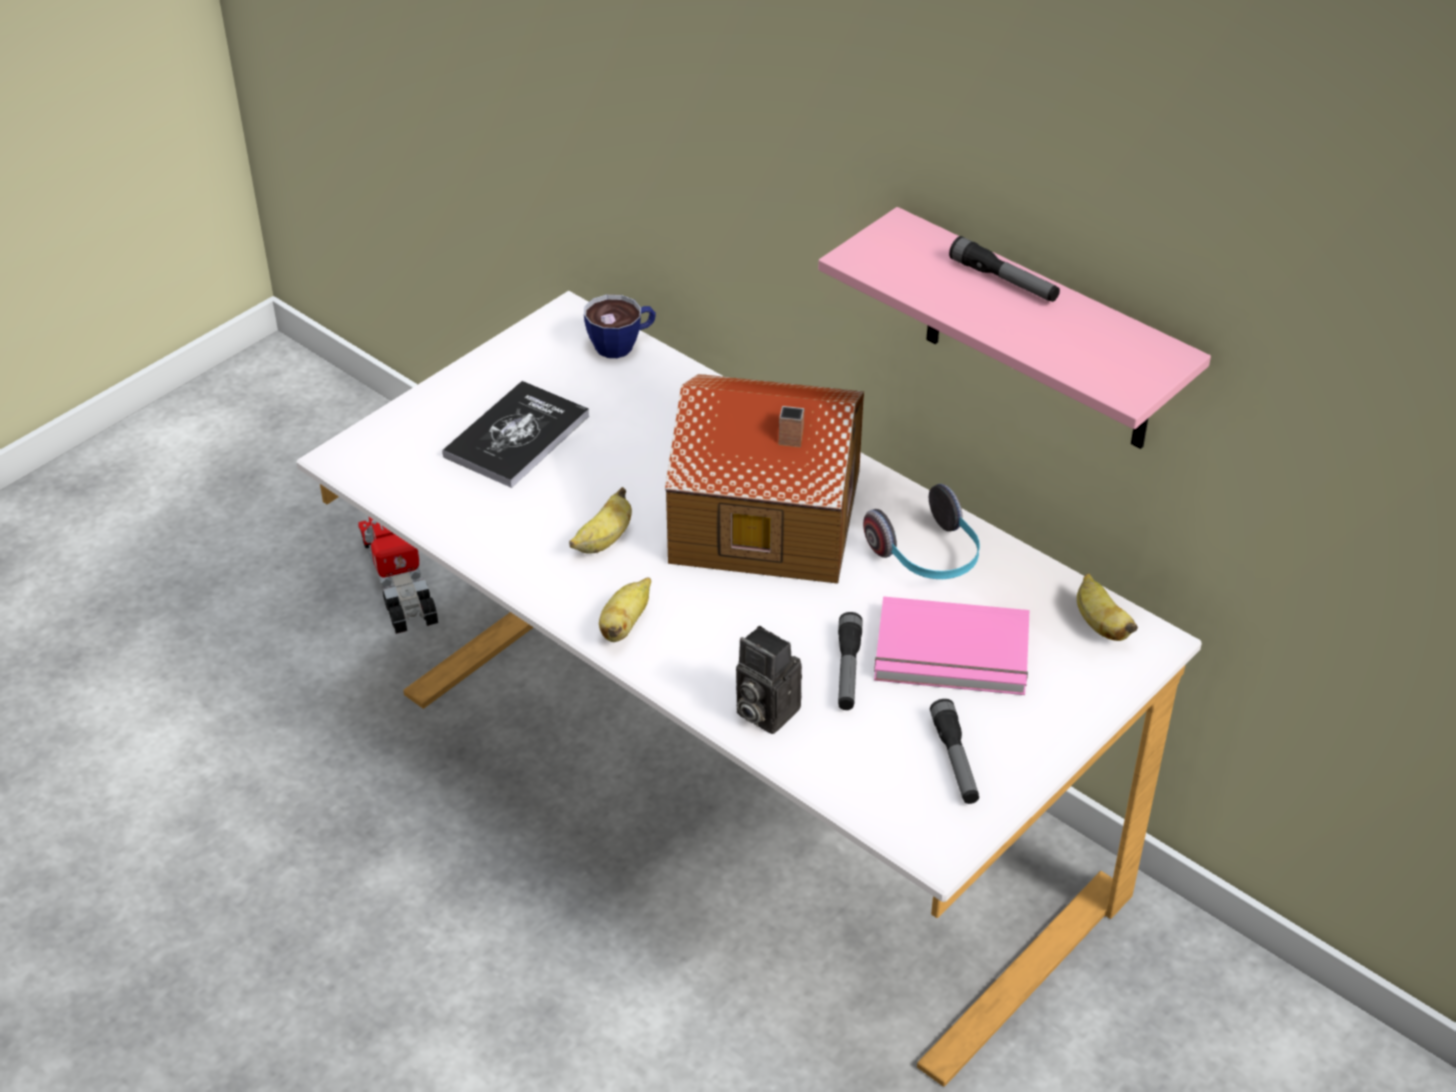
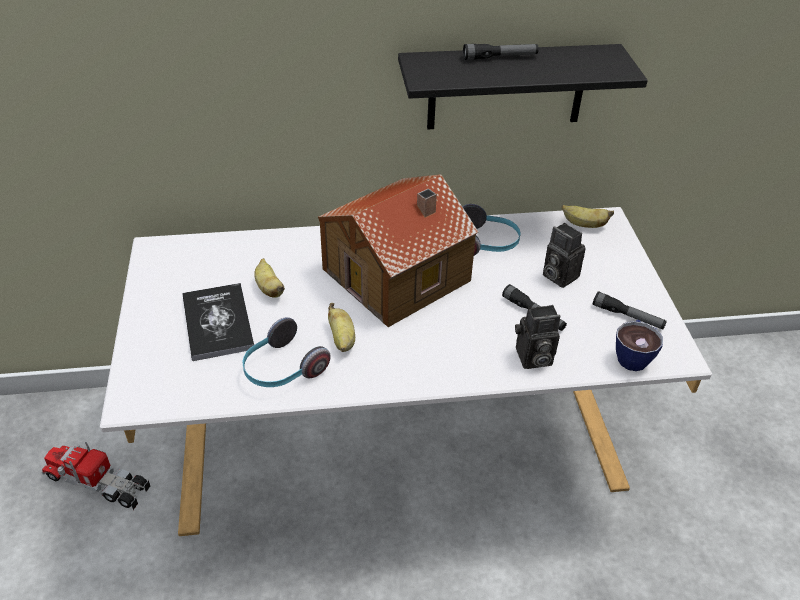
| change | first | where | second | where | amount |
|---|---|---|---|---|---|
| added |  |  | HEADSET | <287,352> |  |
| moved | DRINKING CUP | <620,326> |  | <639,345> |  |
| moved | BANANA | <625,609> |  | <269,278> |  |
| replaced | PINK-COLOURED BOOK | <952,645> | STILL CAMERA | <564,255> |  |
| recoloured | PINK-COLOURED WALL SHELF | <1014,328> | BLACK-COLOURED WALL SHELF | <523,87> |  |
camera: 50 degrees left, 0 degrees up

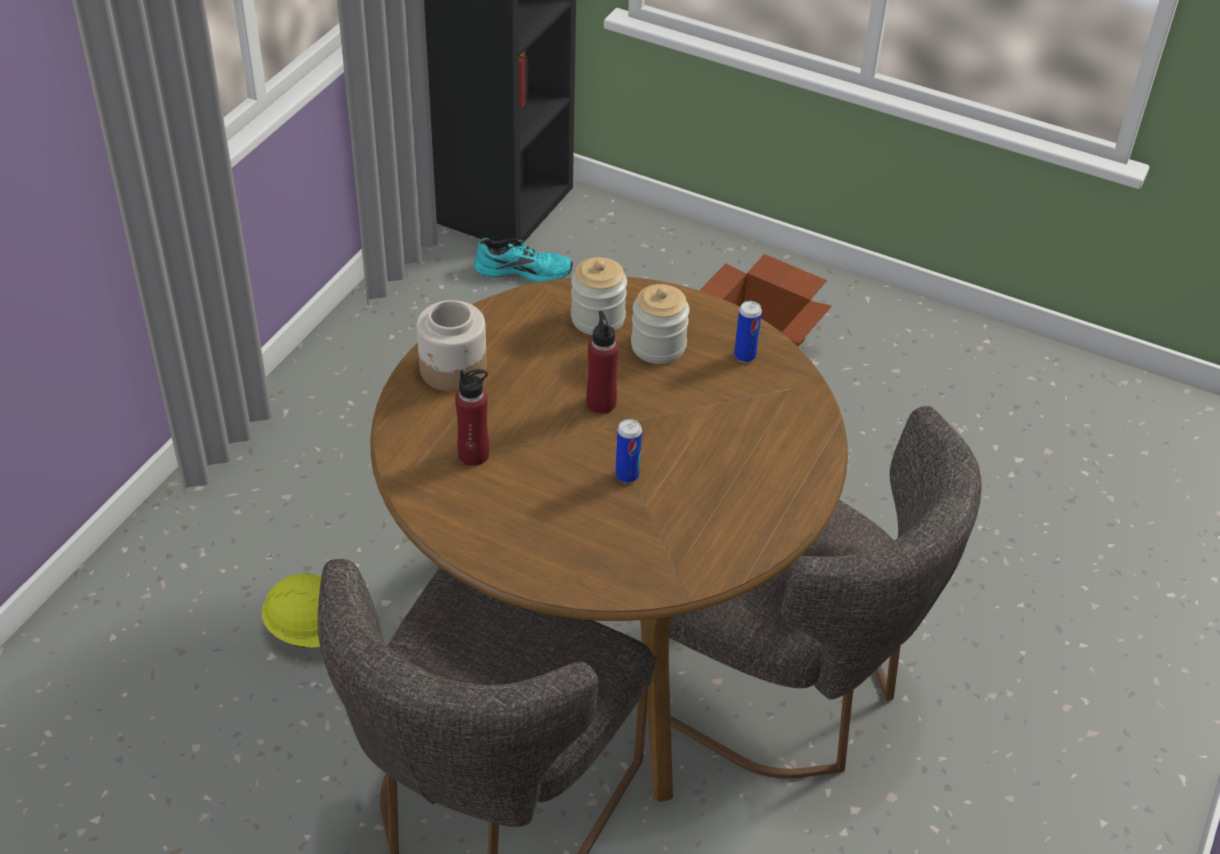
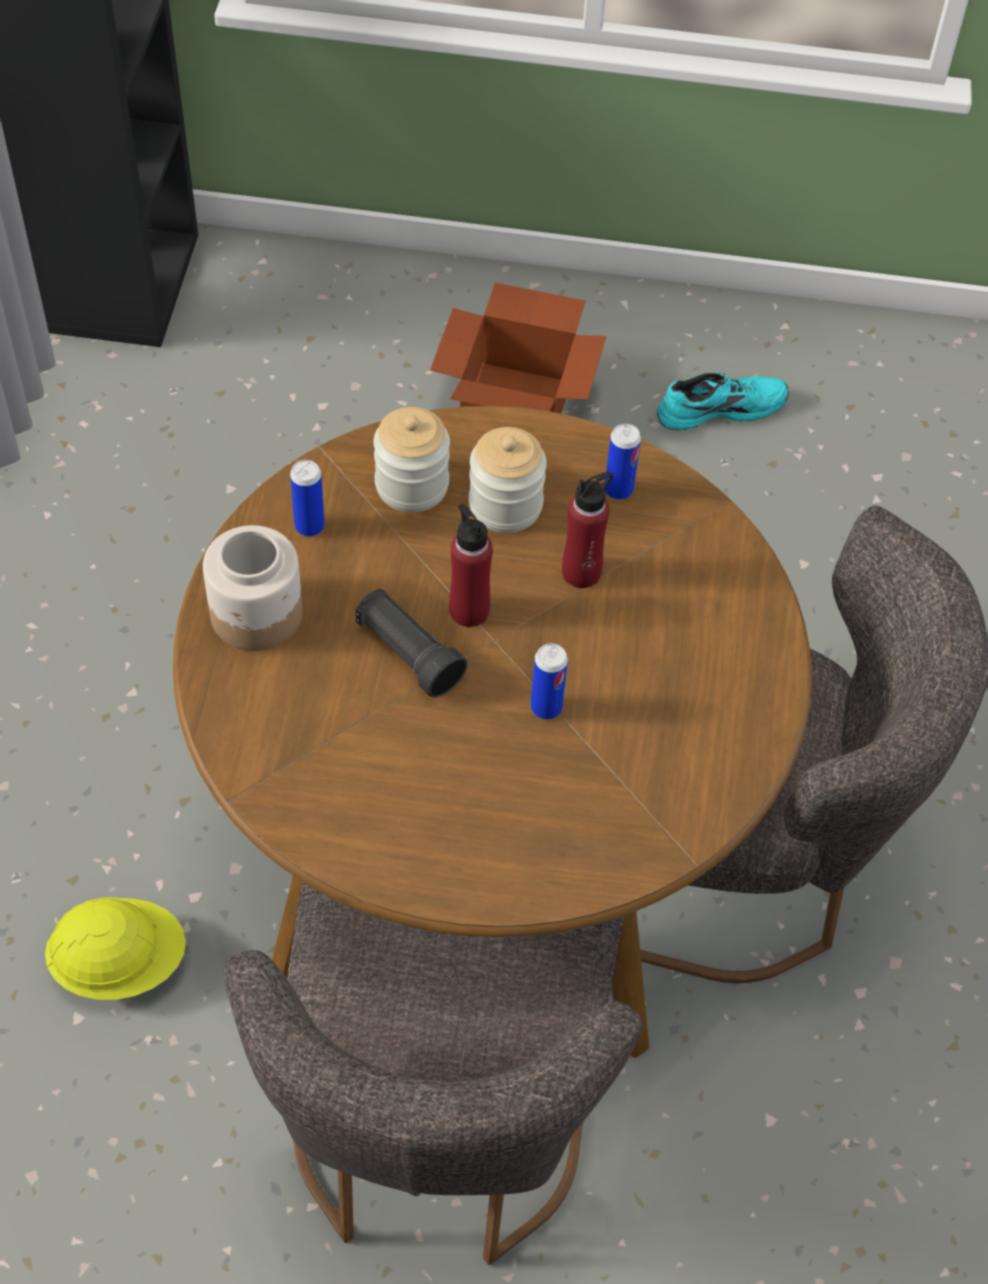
| change | first | where | second | where | amount |
|---|---|---|---|---|---|
| added |  |  | CAN | <307,498> |  |
| added |  |  | BLACK-COLOURED TORCH | <411,643> |  |
| moved | REDDISH BEVERAGE BOTTLE | <472,417> |  | <587,530> |  |
| moved | BLUE-GREEN SHOE | <523,260> |  | <723,401> |  |
camera: 20 degrees left, 10 degrees up

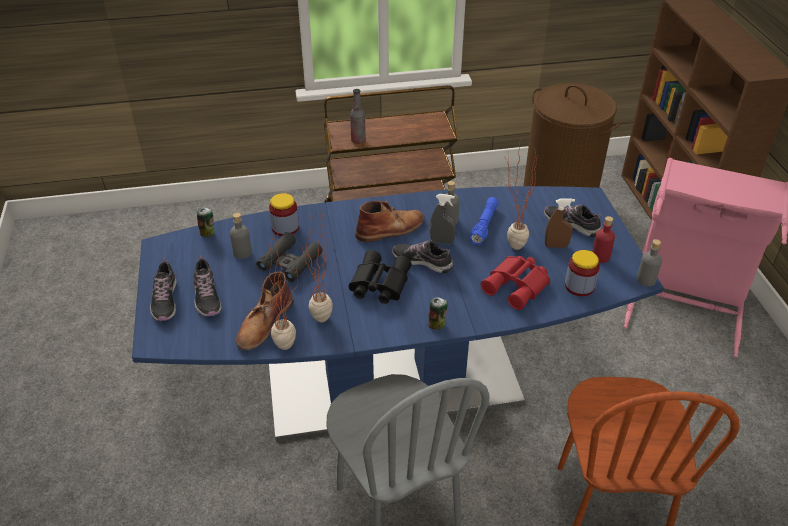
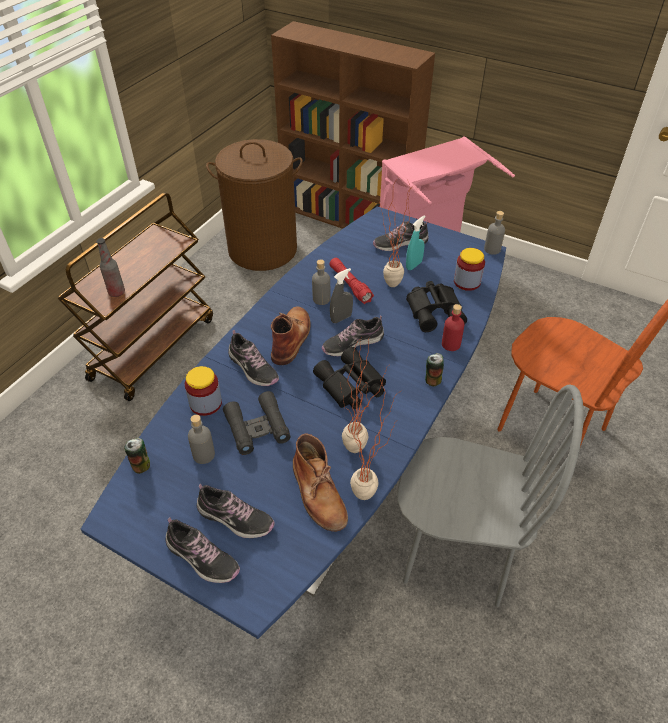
| change | first | where | second | where | amount |
|---|---|---|---|---|---|
| added |  |  | SHOE | <253,358> |  |
| moved | REDDISH BEVERAGE BOTTLE | <603,239> |  | <453,327> |  |
| recoloured | BLUE-COLOURED TORCH | <484,221> | REDDISH TORCH | <352,281> |  |
| recoloured | REDDISH BINOCULARS | <515,283> | BLACK-COLOURED BINOCULARS | <436,306> |  |
| recoloured | BROWN-COLOURED SPRAY BOTTLE | <560,223> | BLUE-GREEN SPRAY BOTTLE | <416,242> |  |
camera: 50 degrees left, 5 degrees up

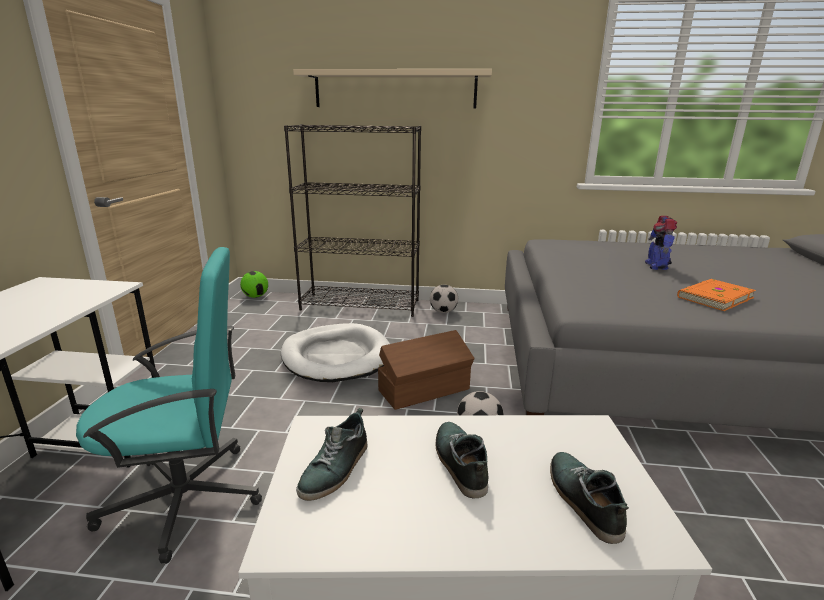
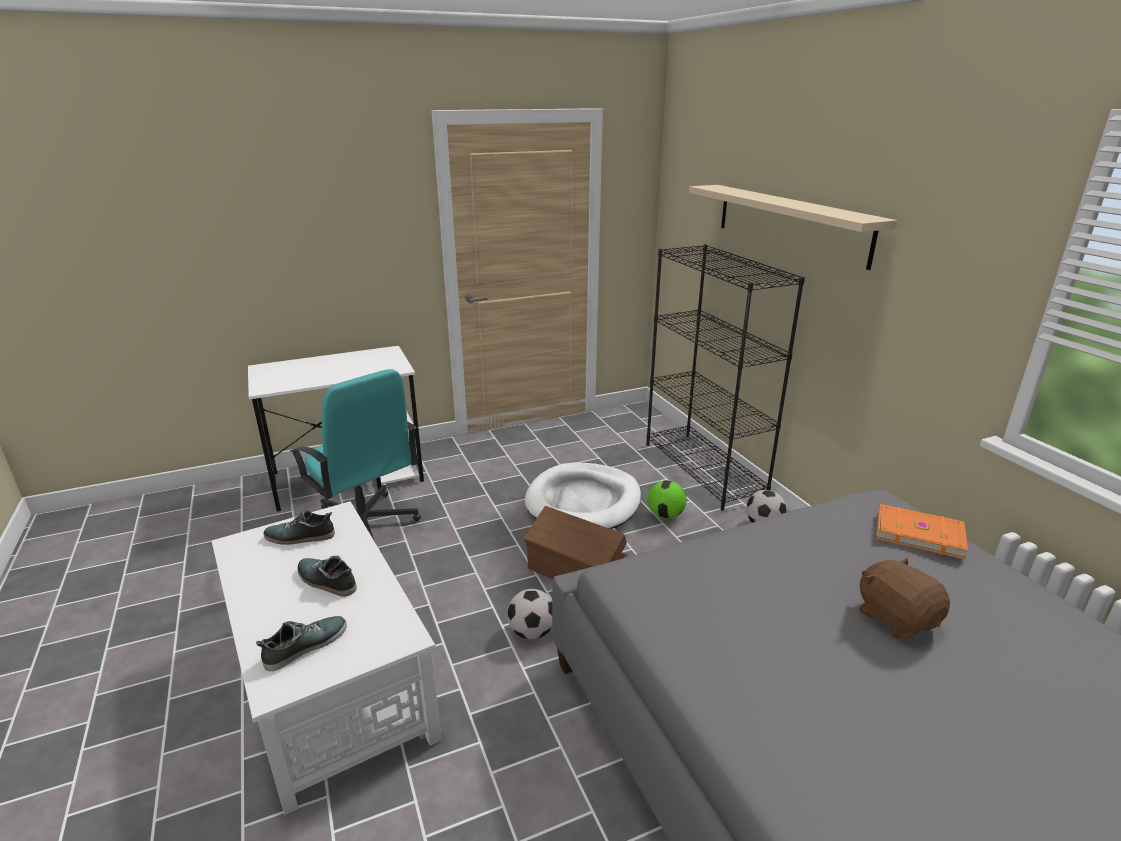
| change | first | where | second | where | amount |
|---|---|---|---|---|---|
| moved | FOOTBALL BALL | <254,284> |  | <667,499> |  |
| moved | ORANGE-COLOURED BOOK | <716,295> |  | <922,531> |  |
| replaced | MODEL ROBOT | <661,243> | BROWN-COLOURED PLUSH TOY | <904,598> |  |
| turned | SHOE | <462,460> |  | <327,576> | 105 degrees counterclockwise |
camera: 60 degrees right, 5 degrees up

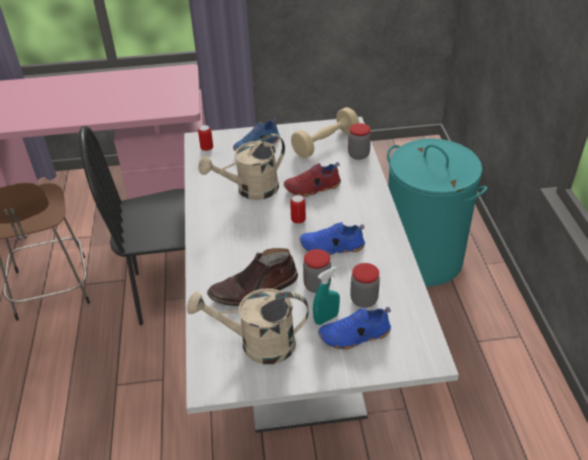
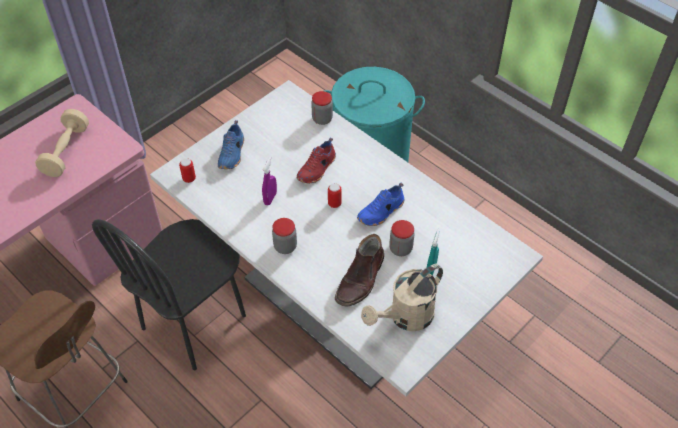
| change | first | where | second | where | amount |
|---|---|---|---|---|---|
| removed | BLUE-COLOURED SHOE | <354,328> |  |  |  |
| moved | BEIGE HAND WEIGHT | <325,132> |  | <62,143> |  |
| moved | STORAGE JAR | <365,285> |  | <284,236> |  |
| replaced | BEIGE SPRINKLING CAN | <241,167> | PURPLISH SPRAY BOTTLE | <269,181> |  |
camera: 40 degrees left, 10 degrees up

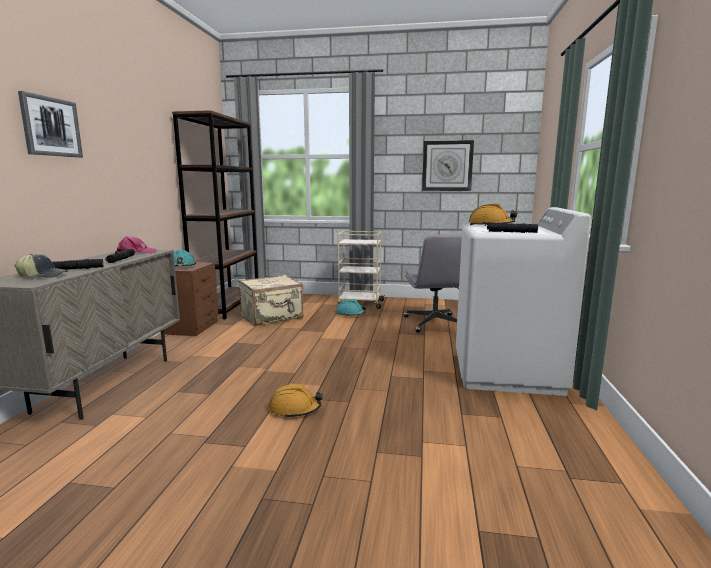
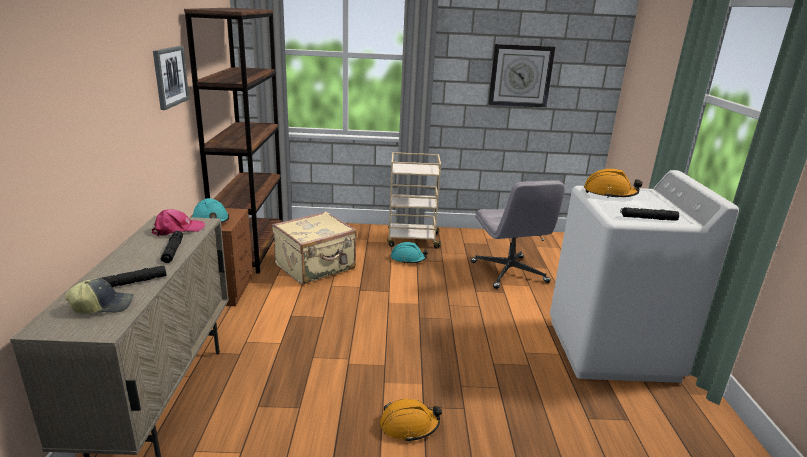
| change | first | where | second | where | amount |
|---|---|---|---|---|---|
| moved | WALL PICTURE | <50,124> |  | <171,78> |  |
camera: 10 degrees left, 10 degrees up

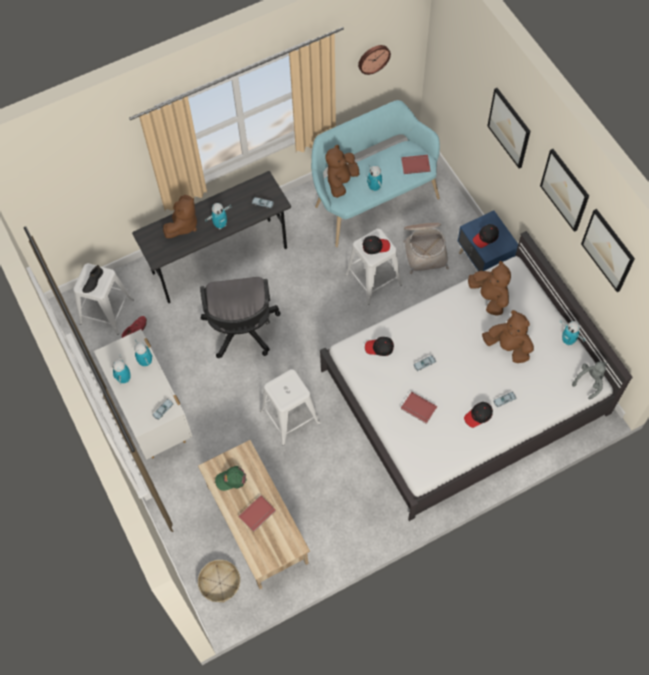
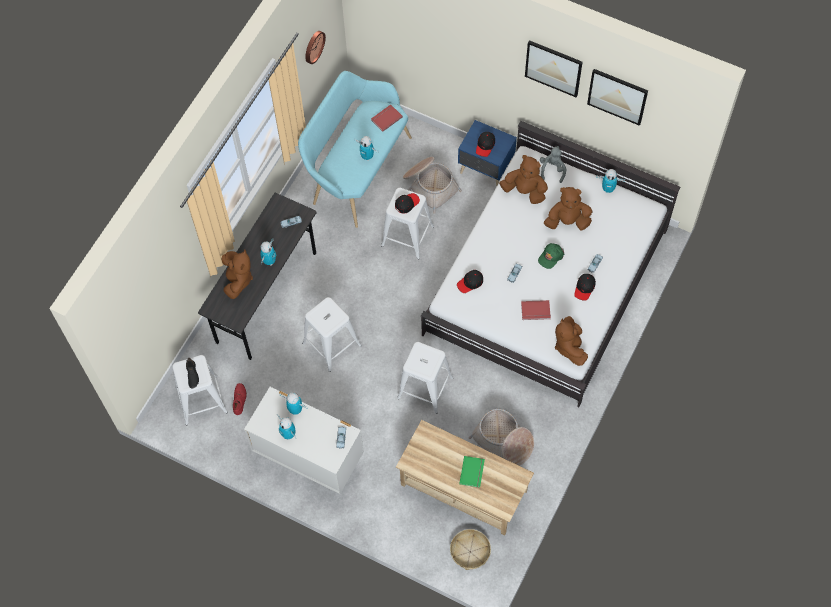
| change | first | where | second | where | amount |
|---|---|---|---|---|---|
| removed | WALL PICTURE | <508,128> |  |  |  |
| added |  |  | BASKET | <501,437> |  |
| moved | GREEN-COLOURED PEAKED CAP | <231,478> |  | <551,256> |  |
| moved | BROWN-COLOURED PLUSH TOY | <342,171> |  | <571,341> |  |
| moved | GRAY PLUSH TOY | <589,380> |  | <553,164> |  |
| replaced | BLACK-COLOURED COMPUTER CHAIR | <240,317> | WHITE-COLOURED STOOL SEAT | <332,334> |  |
| recoloured | REDDISH BOOK | <257,513> | GREEN-COLOURED BOOK | <472,472> |  |
camera: 35 degrees left, 0 degrees up

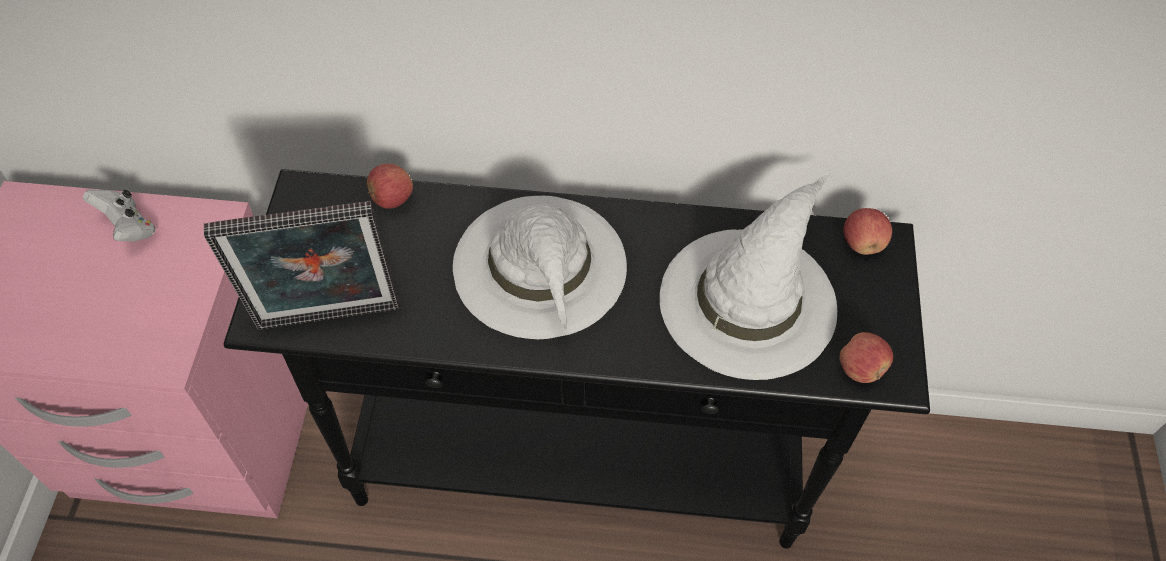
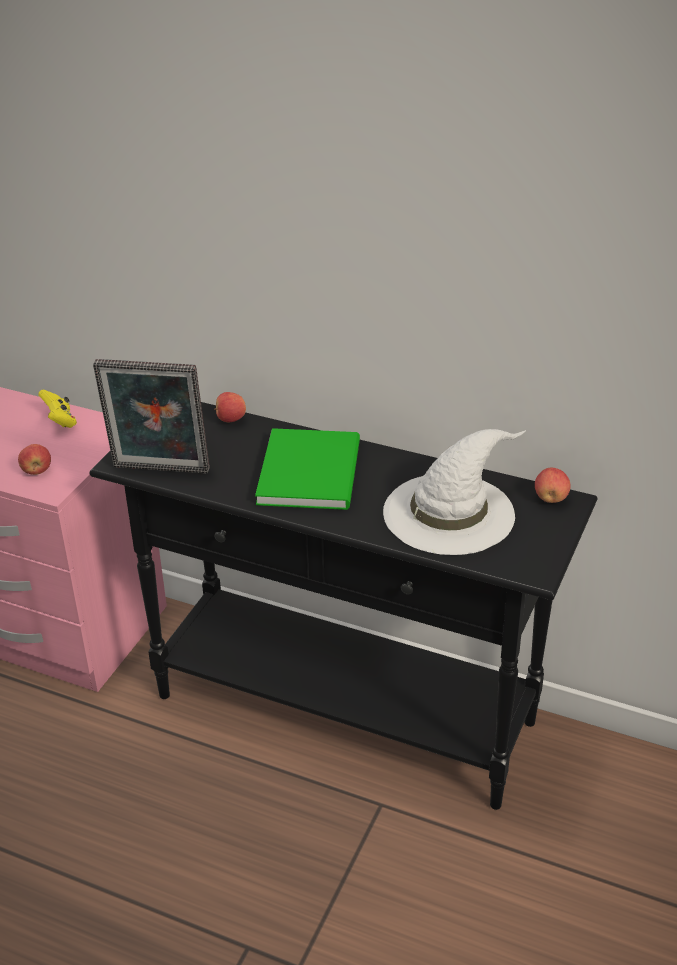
| change | first | where | second | where | amount |
|---|---|---|---|---|---|
| moved | APPLE FRUIT | <866,357> |  | <34,459> |  |
| replaced | WHITE-COLOURED HAT | <540,267> | GREEN-COLOURED BOOK | <307,469> |  |
| recoloured | WHITE-COLOURED GAMEPAD | <119,216> | YELLOWISH GAMEPAD | <57,409> |  |
camera: 20 degrees right, 20 degrees down

